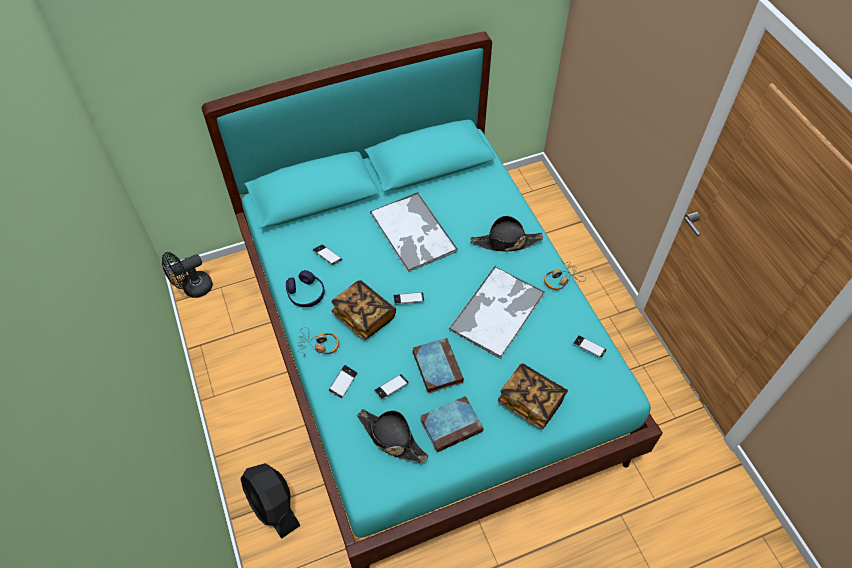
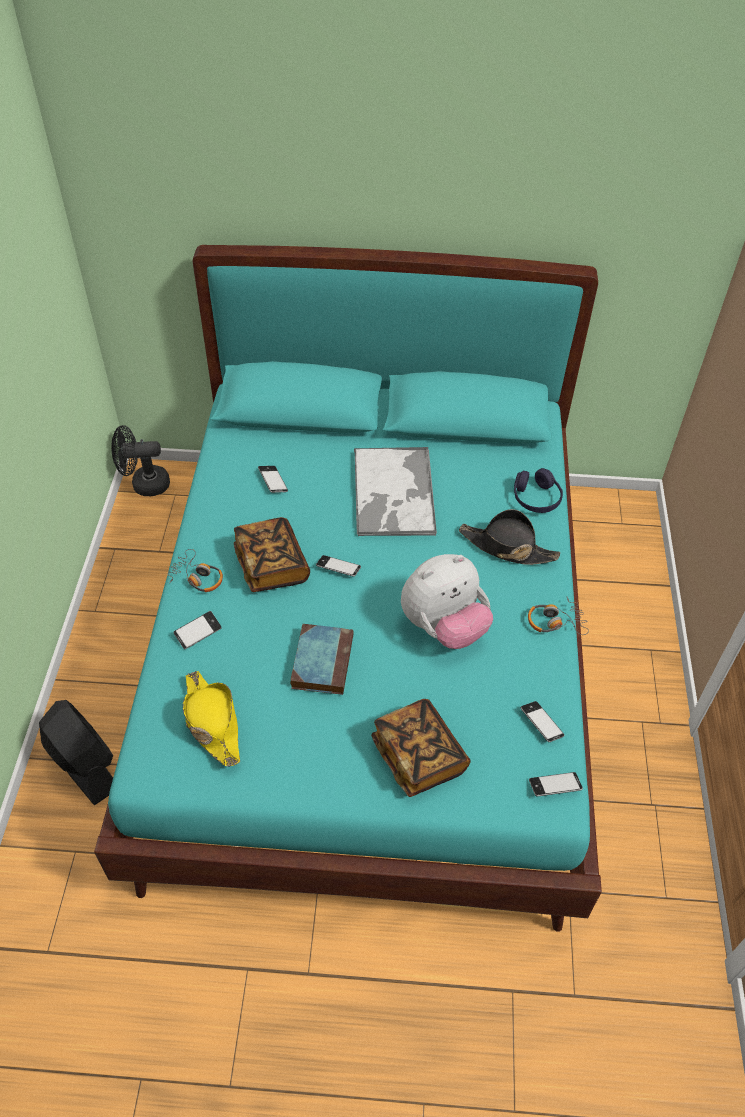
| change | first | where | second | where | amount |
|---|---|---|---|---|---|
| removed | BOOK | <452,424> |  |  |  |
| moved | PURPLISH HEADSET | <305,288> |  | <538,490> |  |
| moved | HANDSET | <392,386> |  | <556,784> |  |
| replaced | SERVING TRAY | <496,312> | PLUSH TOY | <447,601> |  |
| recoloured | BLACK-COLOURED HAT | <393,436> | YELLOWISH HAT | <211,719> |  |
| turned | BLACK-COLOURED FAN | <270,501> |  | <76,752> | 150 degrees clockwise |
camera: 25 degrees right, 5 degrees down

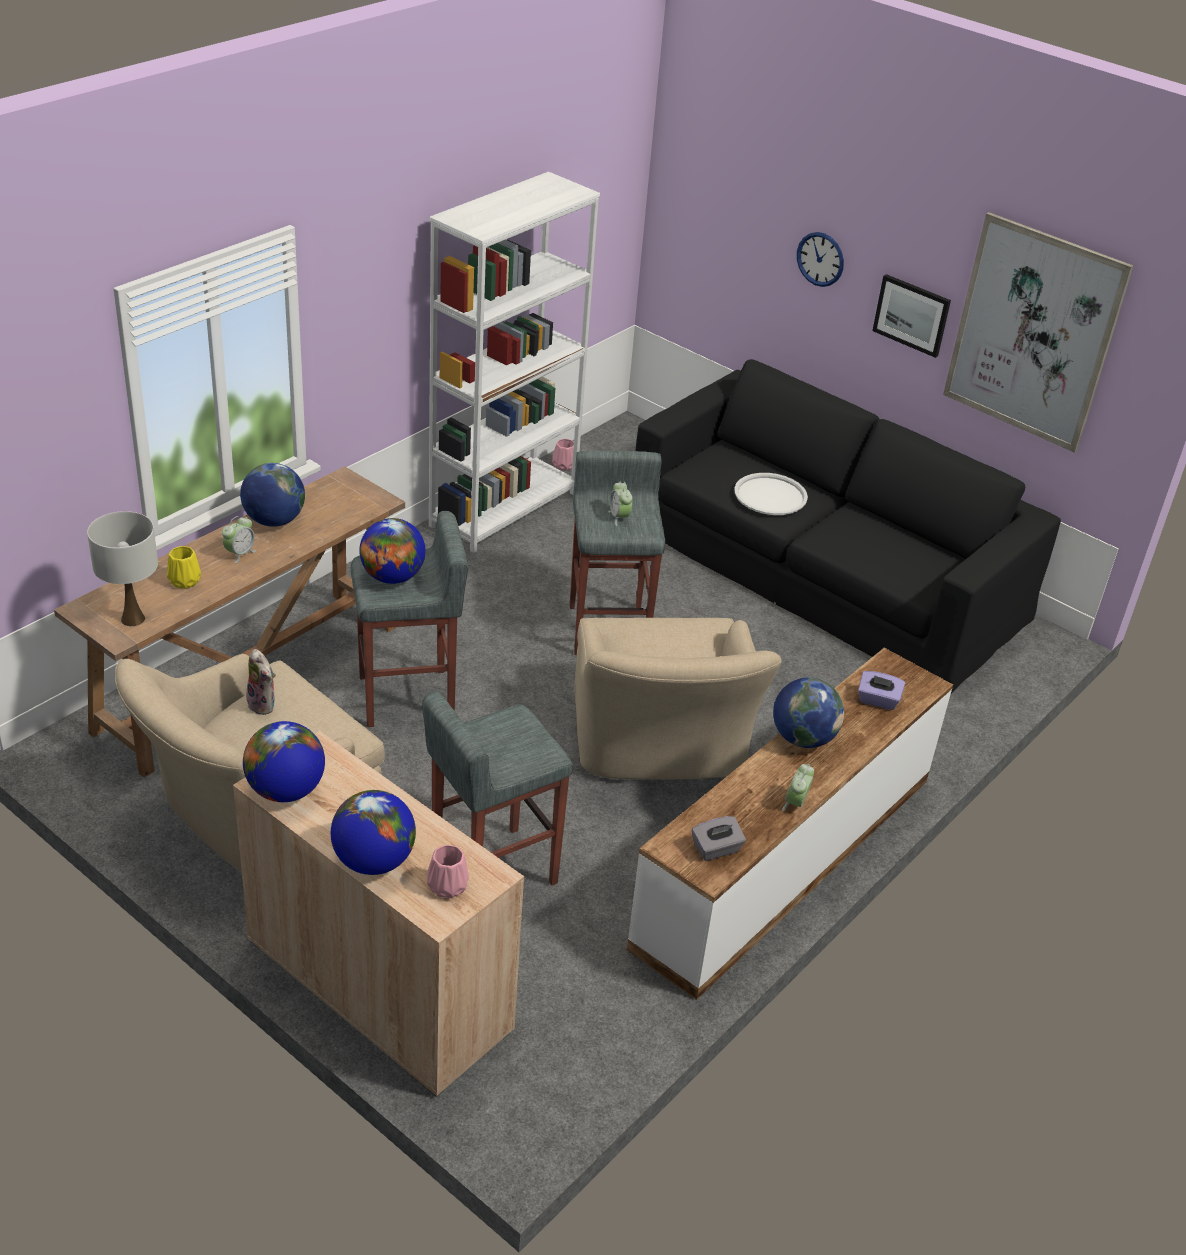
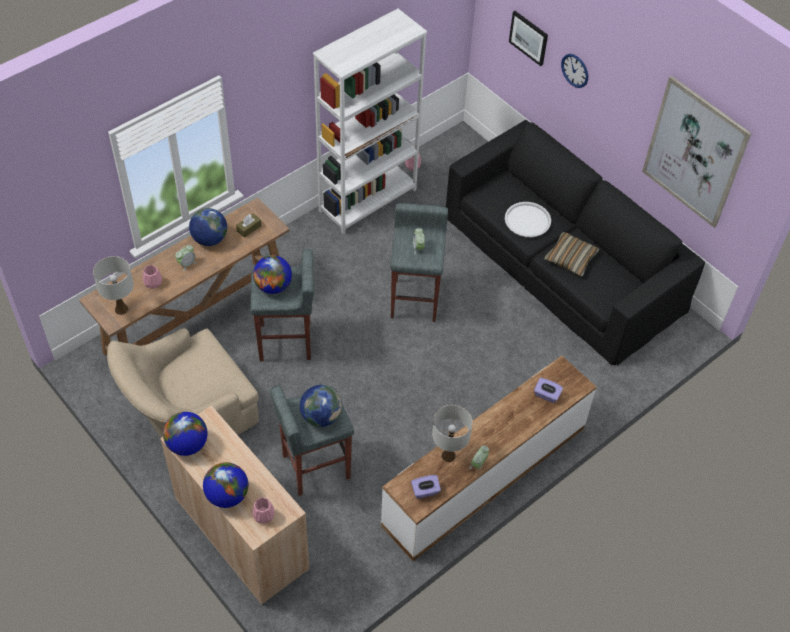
| change | first | where | second | where | amount |
|---|---|---|---|---|---|
| removed | PLUSH TOY | <261,682> |  |  |  |
| removed | BEIGE ARMCHAIR | <678,699> |  |  |  |
| added |  |  | BROWN-COLOURED BOX OF TISSUES | <248,226> |  |
| added |  |  | WHITE-COLOURED TABLE LAMP | <452,433> |  |
| added |  |  | PILLOW | <571,254> |  |
| moved | DESK GLOBE | <808,712> |  | <321,406> |  |
| moved | WALL PICTURE | <911,316> |  | <528,38> |  |
| recoloured | YELLOWISH FLOWER VASE | <184,567> | PINK-COLOURED FLOWER VASE | <152,277> |  |
| recoloured | GRAY BOX OF TISSUES | <719,838> | PURPLISH BOX OF TISSUES | <426,487> |  |
camera: 10 degrees right, 15 degrees up

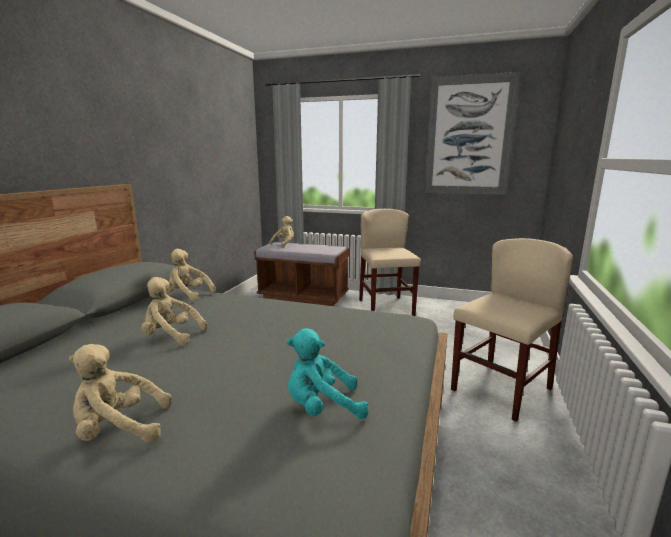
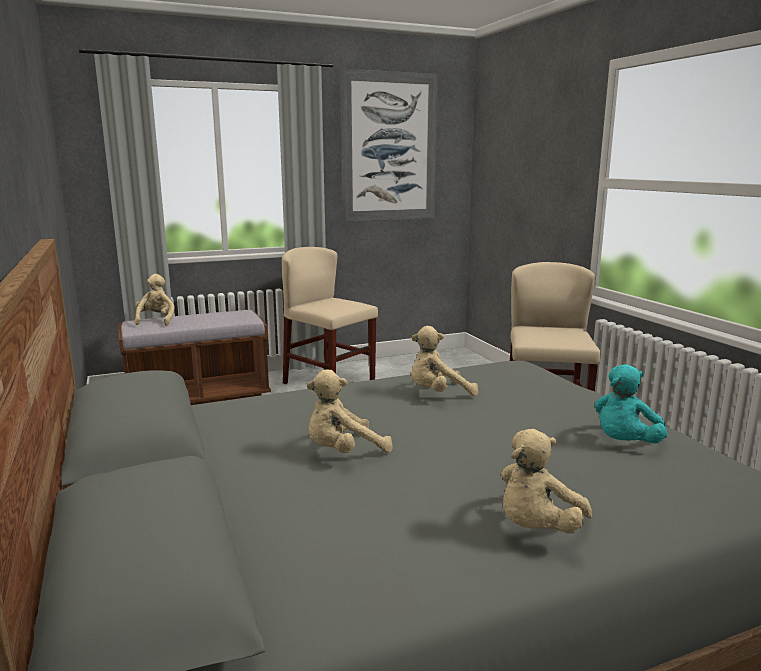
| change | first | where | second | where | amount |
|---|---|---|---|---|---|
| moved | BEIGE PLUSH TOY | <191,275> |  | <444,361> |  |
camera: 40 degrees left, 0 degrees up

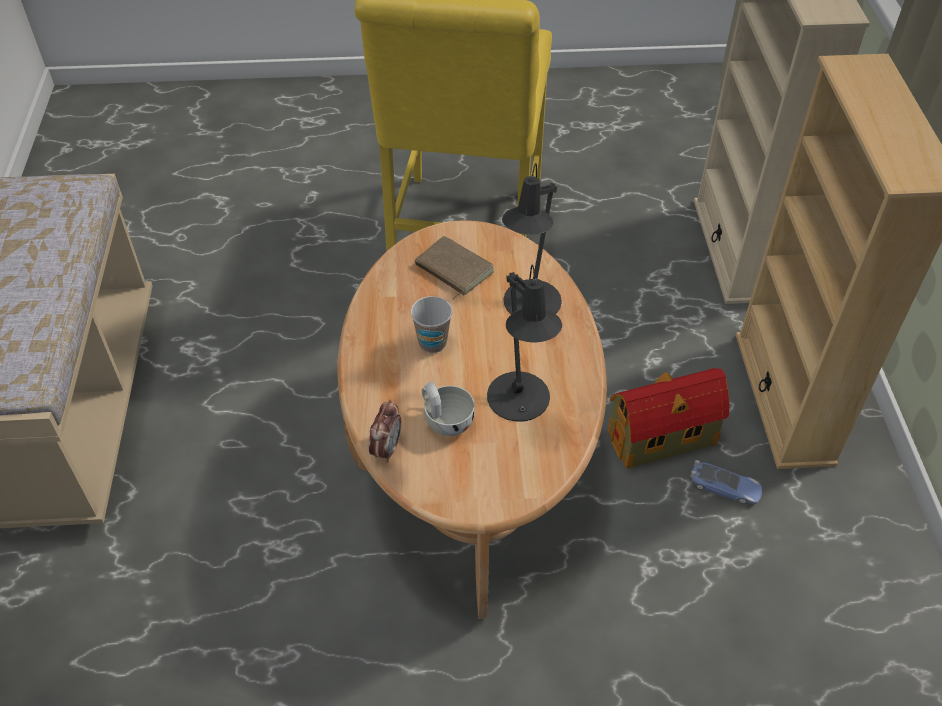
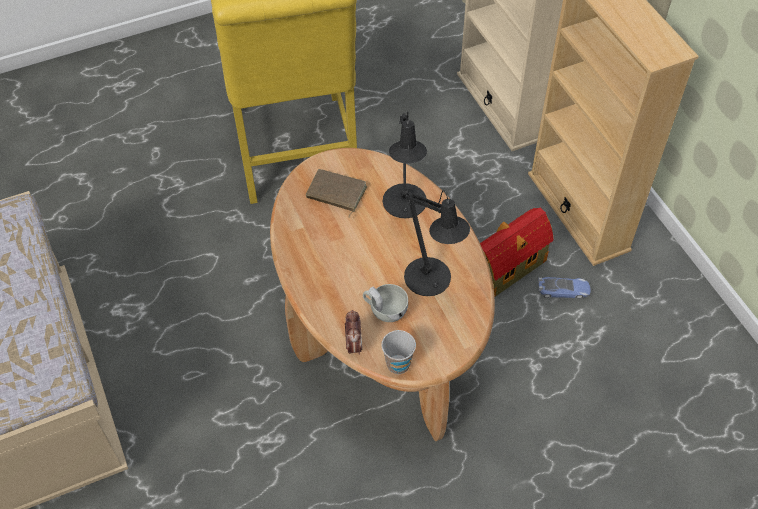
| change | first | where | second | where | amount |
|---|---|---|---|---|---|
| moved | DRINKING CUP | <431,324> |  | <398,352> |  |
camera: 20 degrees left, 5 degrees up

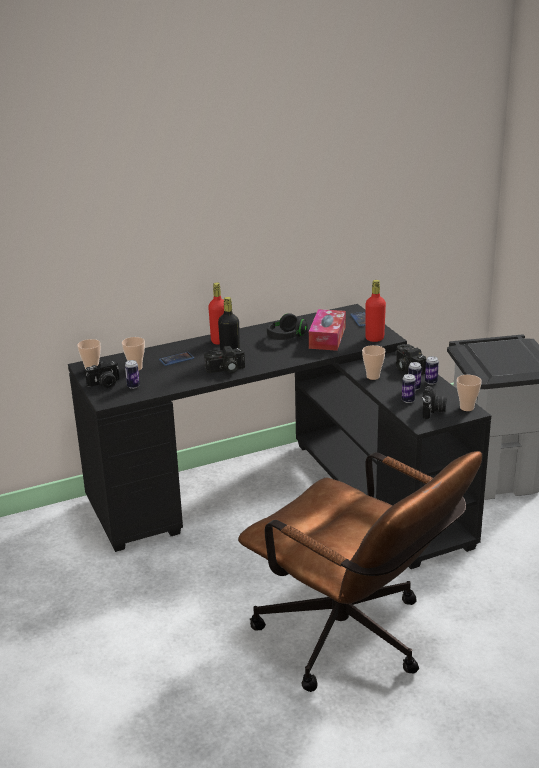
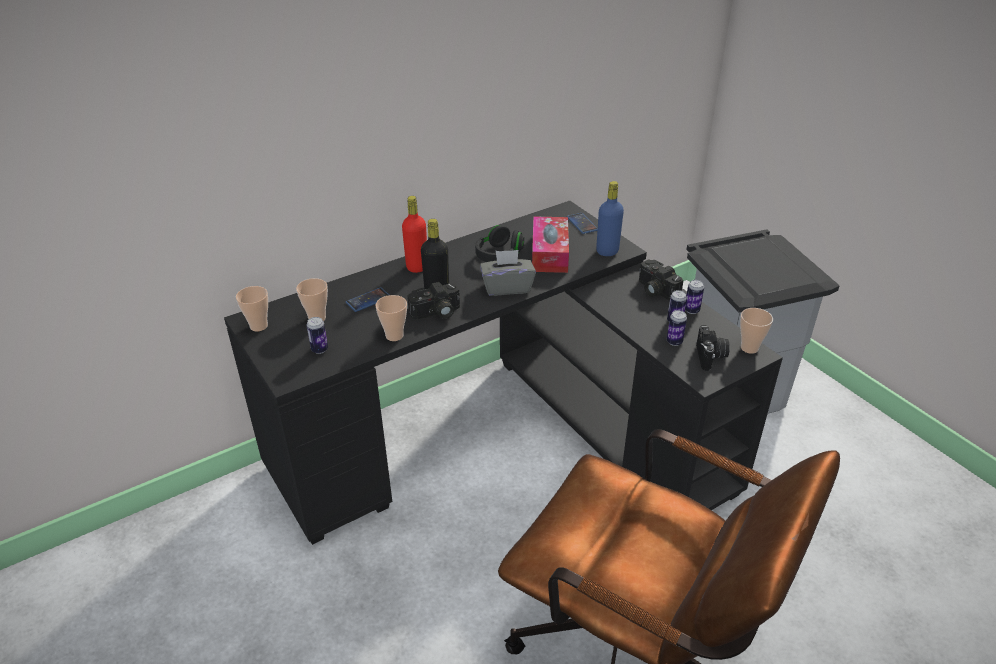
| change | first | where | second | where | amount |
|---|---|---|---|---|---|
| removed | STILL CAMERA | <102,374> |  |  |  |
| added |  |  | GRAY BOX OF TISSUES | <508,273> |  |
| moved | DRINKING CUP | <373,362> |  | <391,318> |  |
| recoloured | REDDISH BEVERAGE BOTTLE | <375,311> | BLUE-COLOURED BEVERAGE BOTTLE | <610,218> |  |
camera: 10 degrees left, 10 degrees up

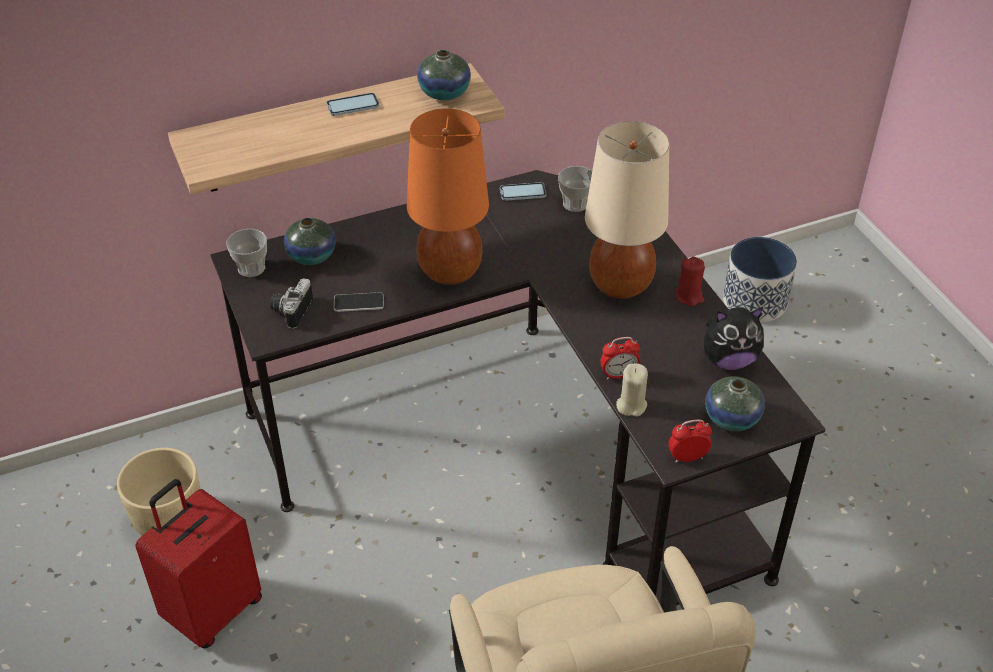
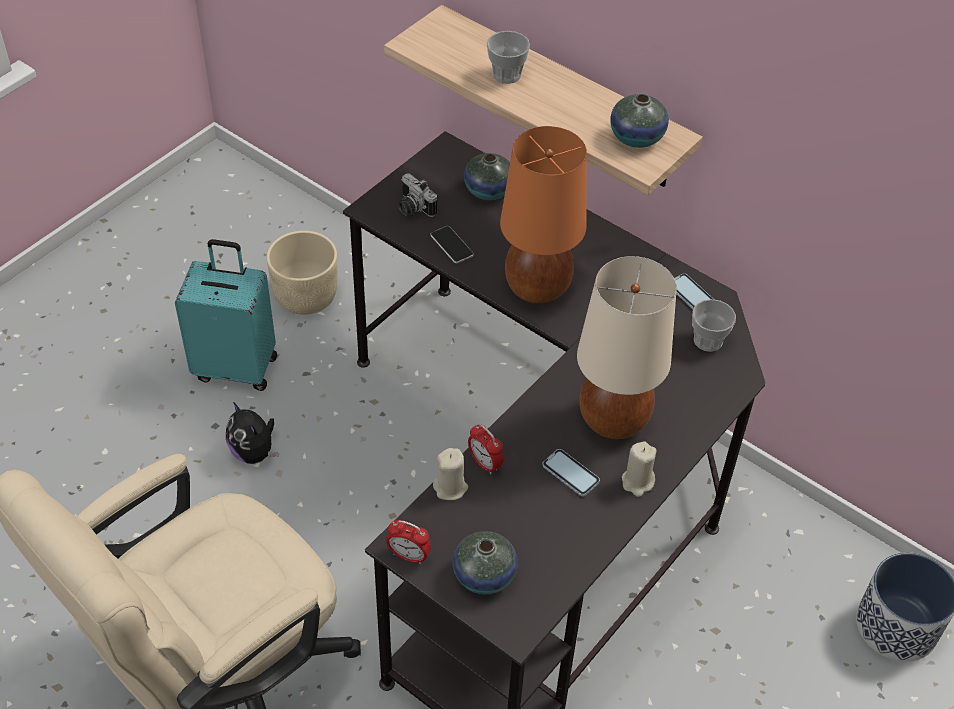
| change | first | where | second | where | amount |
|---|---|---|---|---|---|
| moved | DRINKING CUP | <247,253> |  | <508,57> |  |
| moved | HANDSET | <353,104> |  | <571,472> |  |
| moved | PLUSH TOY | <734,338> |  | <252,433> |  |
| recoloured | REDDISH SUITCASE | <198,564> | BLUE-GREEN SUITCASE | <226,315> |  |
| recoloured | REDDISH WAX LIGHT | <690,281> | BEIGE WAX LIGHT | <639,469> |  |
| turned | STILL CAMERA | <291,303> |  | <417,195> | 120 degrees counterclockwise |
| turned | BEDSIDE CLOCK | <690,441> |  | <408,542> | 150 degrees clockwise |
camera: 60 degrees right, 5 degrees up

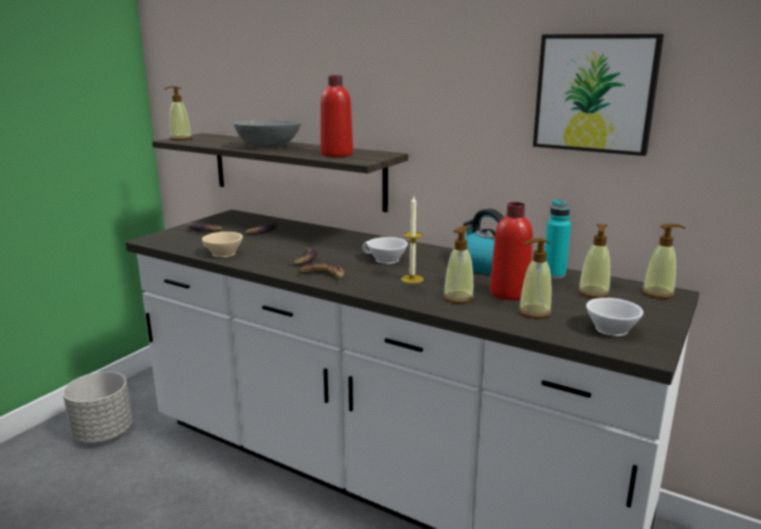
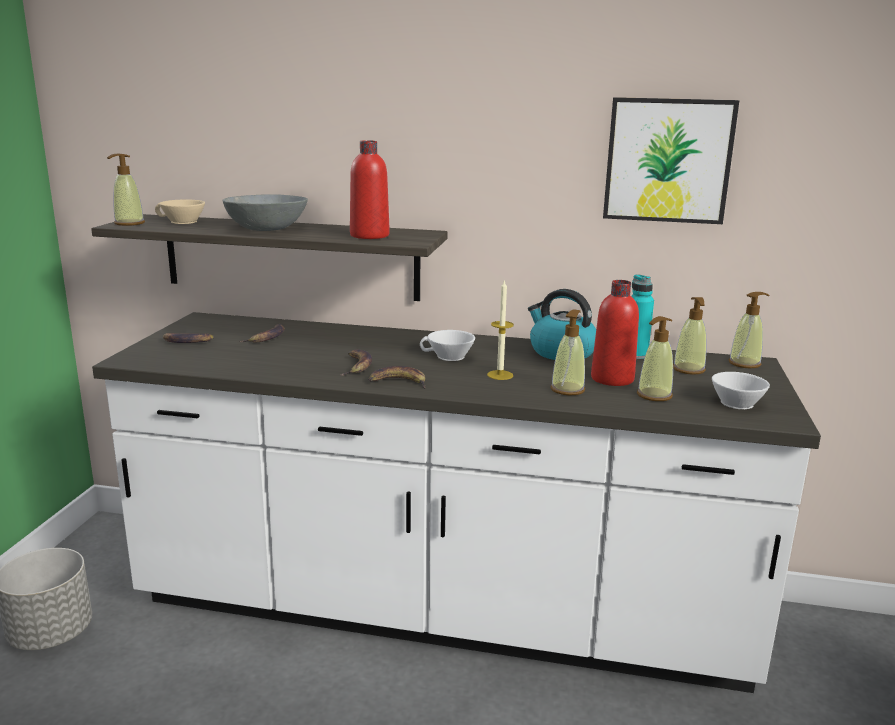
| change | first | where | second | where | amount |
|---|---|---|---|---|---|
| moved | BEIGE DRINKING CUP | <222,244> |  | <180,212> |  |
camera: 20 degrees left, 0 degrees up

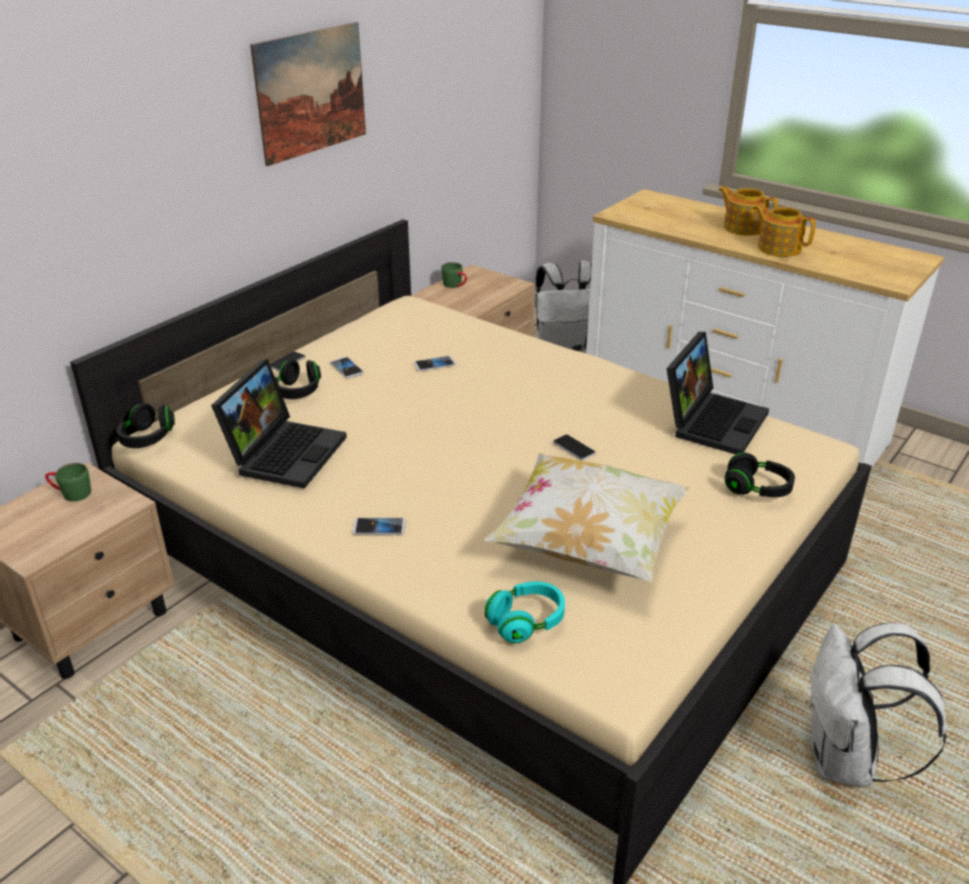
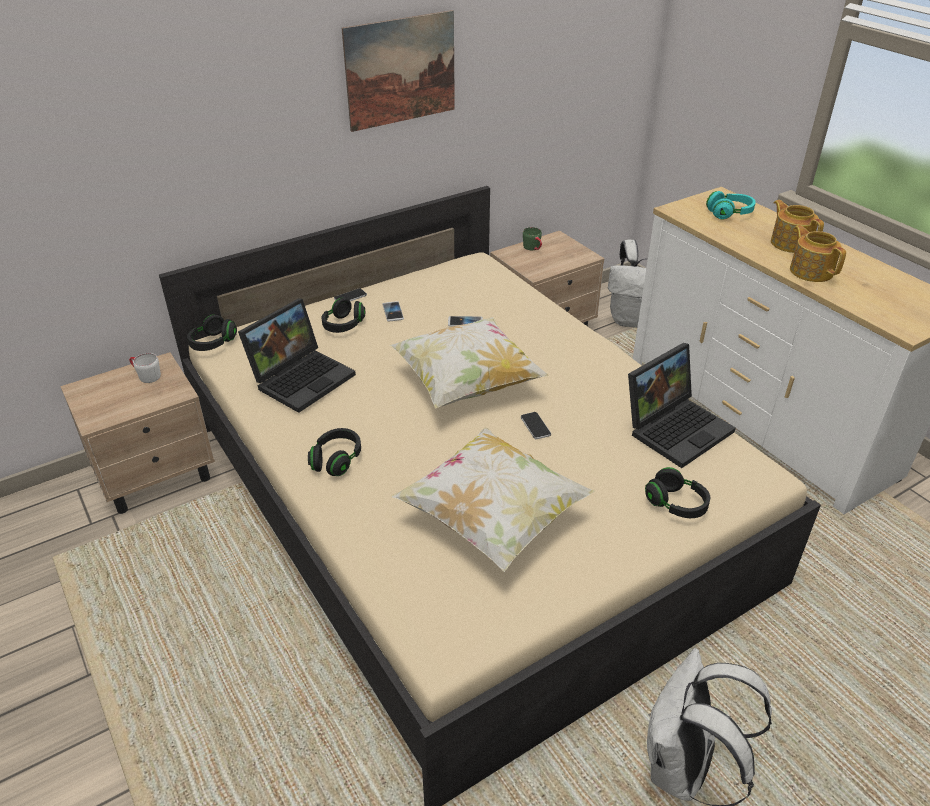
| change | first | where | second | where | amount |
|---|---|---|---|---|---|
| added |  |  | PILLOW | <469,363> |  |
| moved | BLUE-GREEN HEADSET | <525,612> |  | <731,205> |  |
| replaced | HANDSET | <379,526> | BLACK-COLOURED HEADSET | <334,452> |  |
| recoloured | GREEN-COLOURED COFFEE MUG | <68,482> | WHITE-COLOURED COFFEE MUG | <145,368> |  |
camera: 20 degrees right, 5 degrees up

